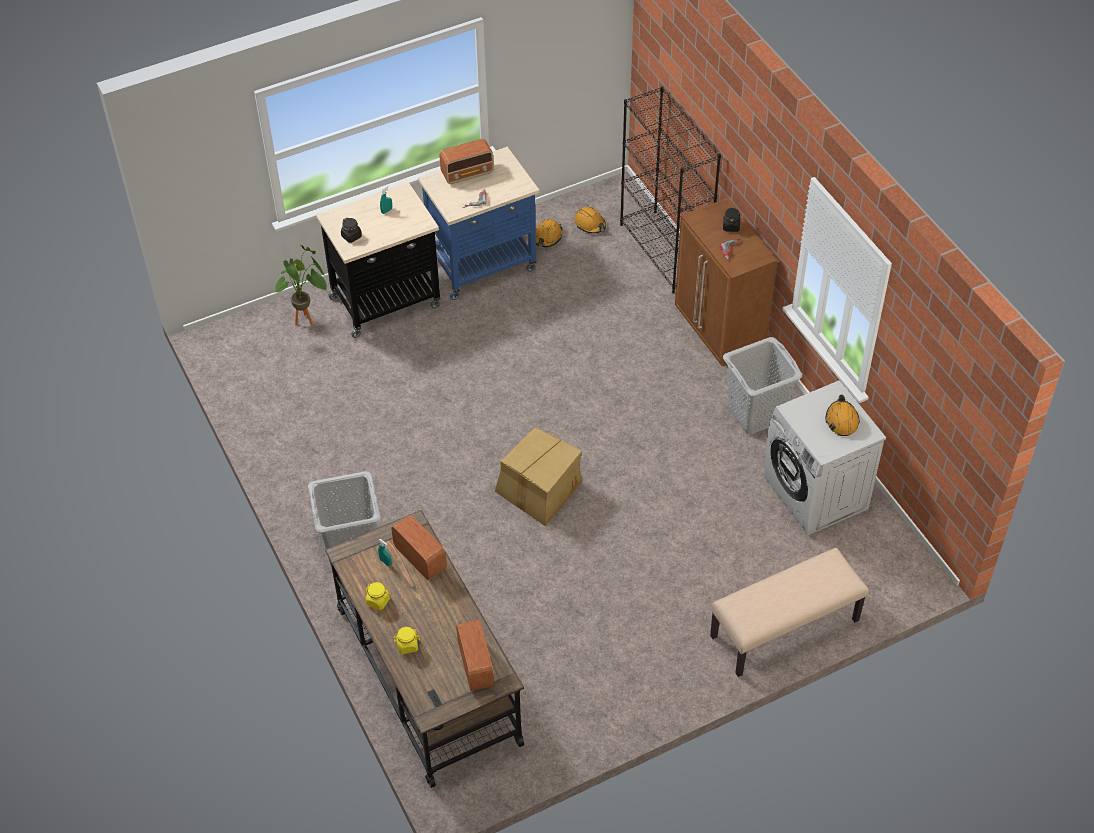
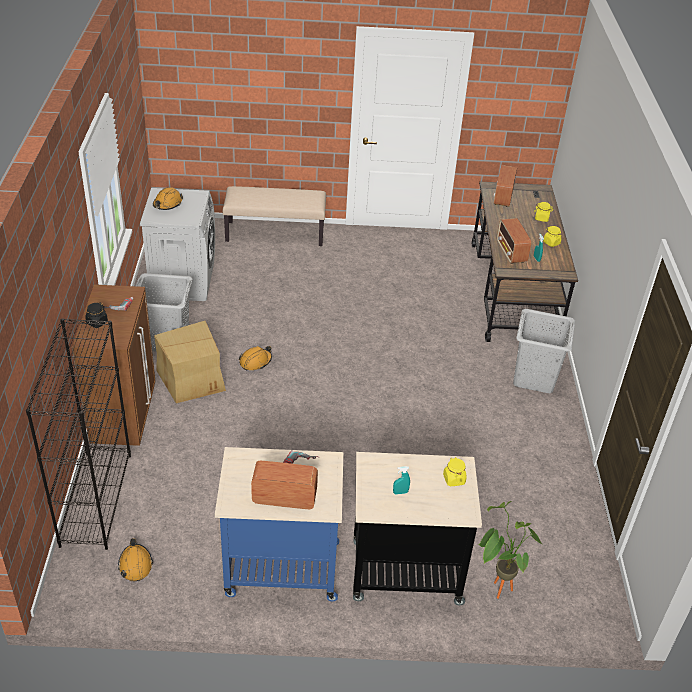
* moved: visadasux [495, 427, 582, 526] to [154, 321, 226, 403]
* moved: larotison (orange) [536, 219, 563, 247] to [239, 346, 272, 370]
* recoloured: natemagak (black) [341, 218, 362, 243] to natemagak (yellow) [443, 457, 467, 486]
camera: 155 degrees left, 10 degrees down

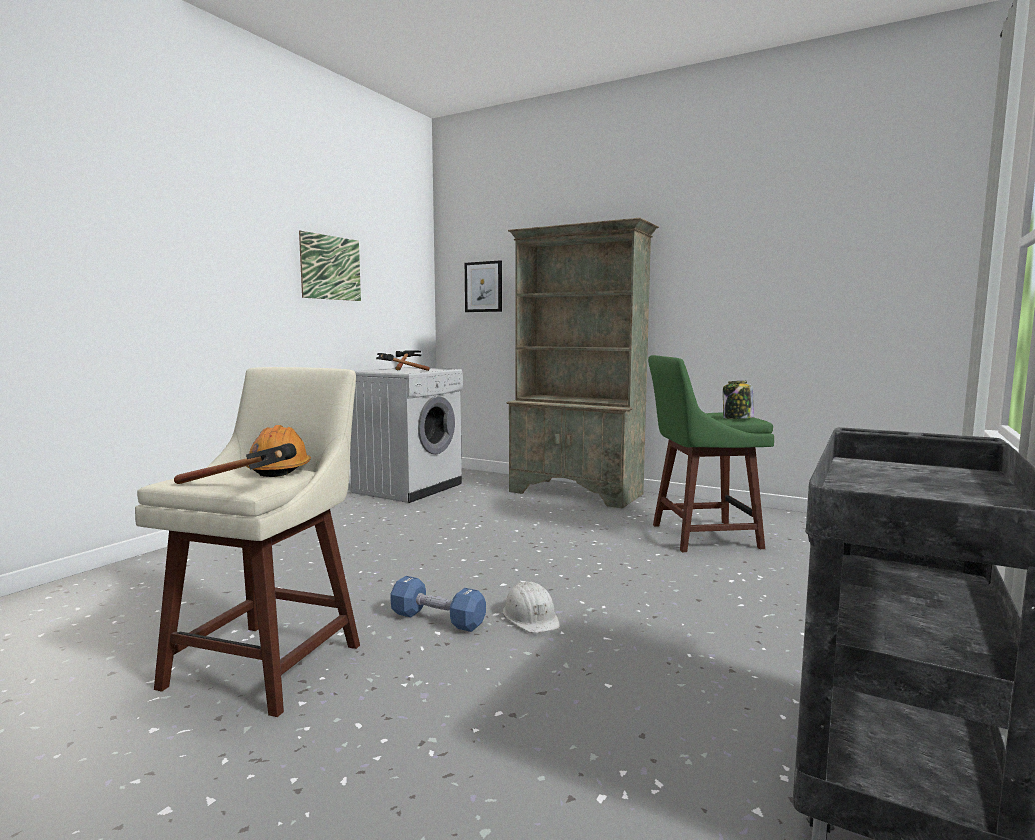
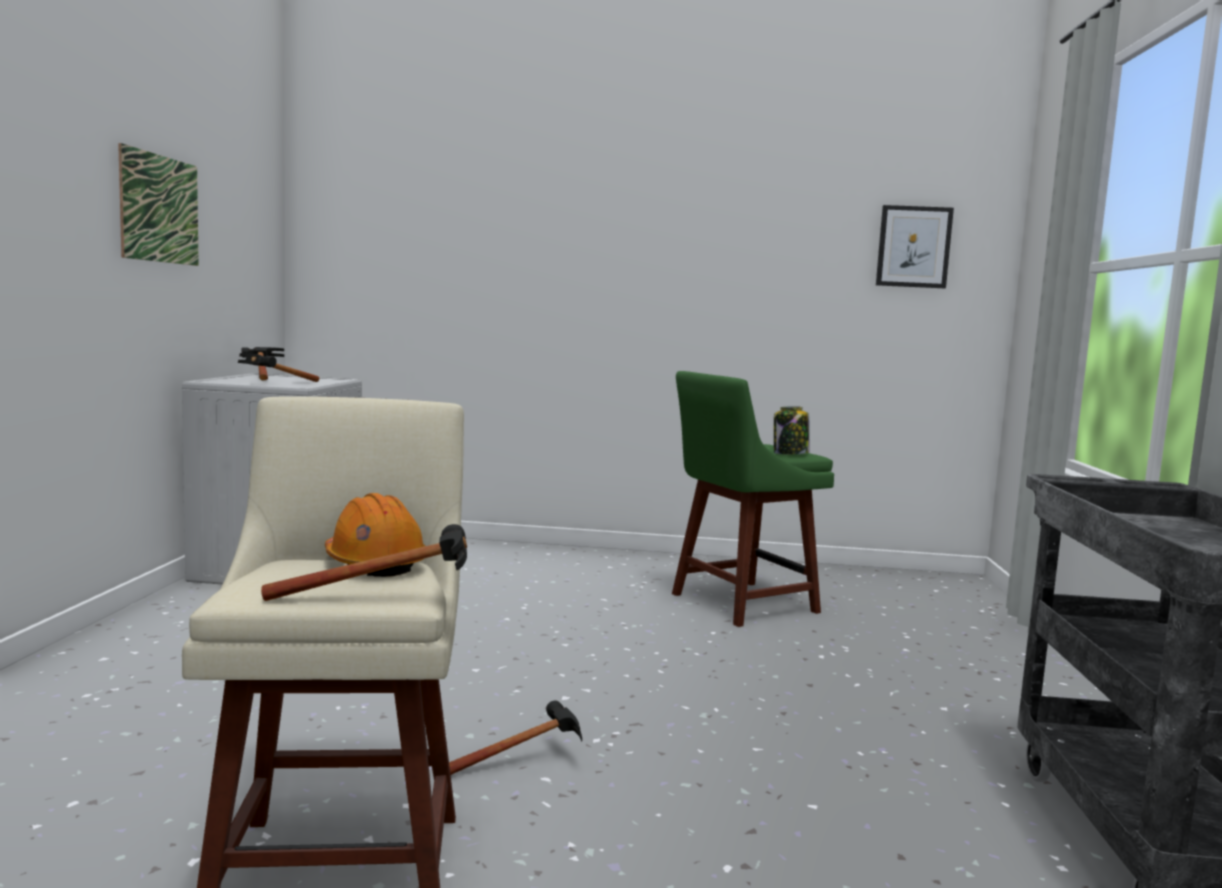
* removed: larotison (white) [503, 581, 560, 633]
* removed: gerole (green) [506, 218, 659, 508]
* moved: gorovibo [465, 260, 502, 312] to [876, 205, 954, 288]
* replaced: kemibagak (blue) [390, 576, 486, 632] to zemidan [449, 701, 582, 775]
camera: 25 degrees left, 0 degrees up

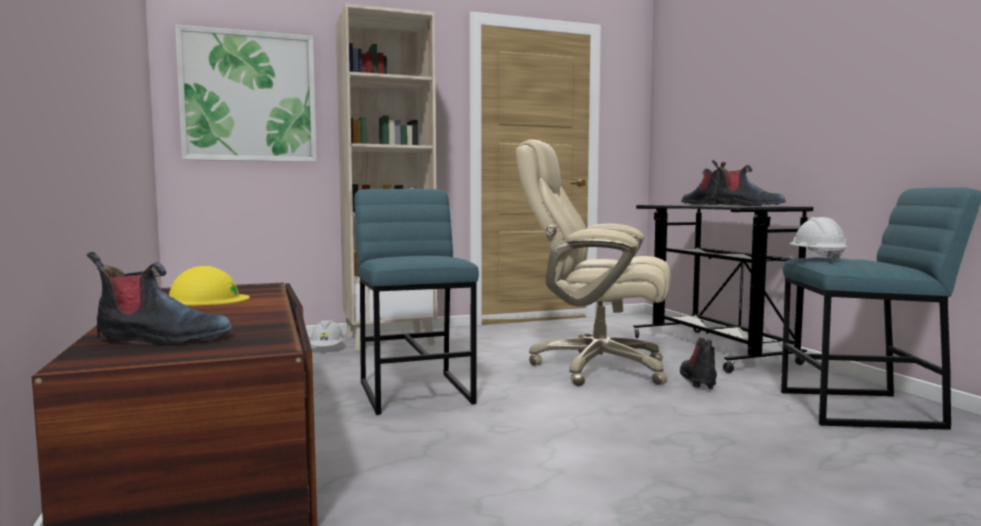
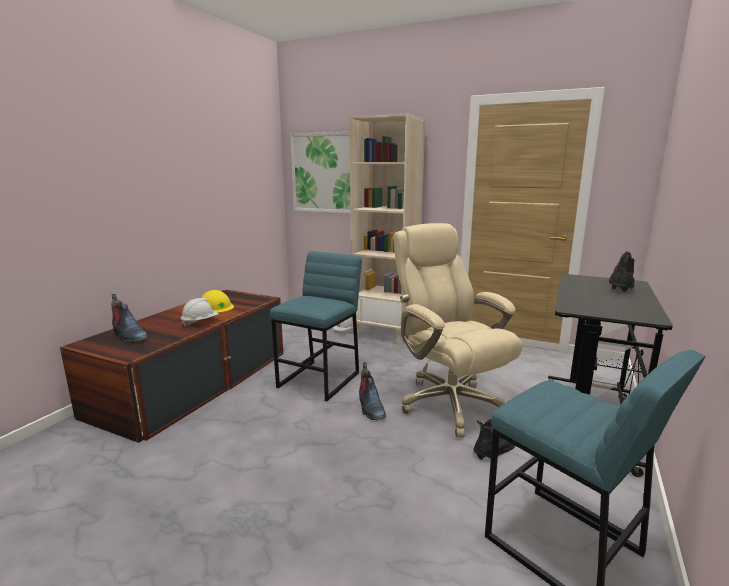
* moved: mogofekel [712, 160, 786, 206] to [359, 362, 386, 420]
* moved: larotison (white) [789, 217, 848, 261] to [181, 298, 219, 327]
camera: 45 degrees right, 10 degrees up

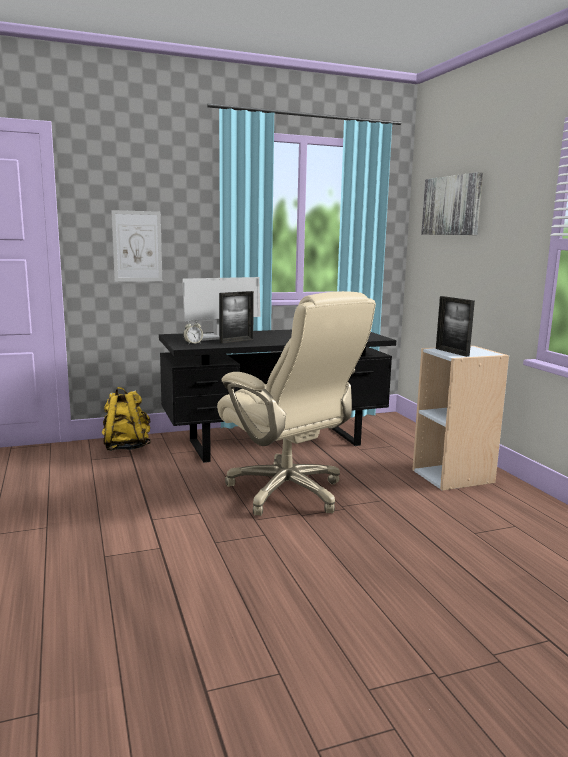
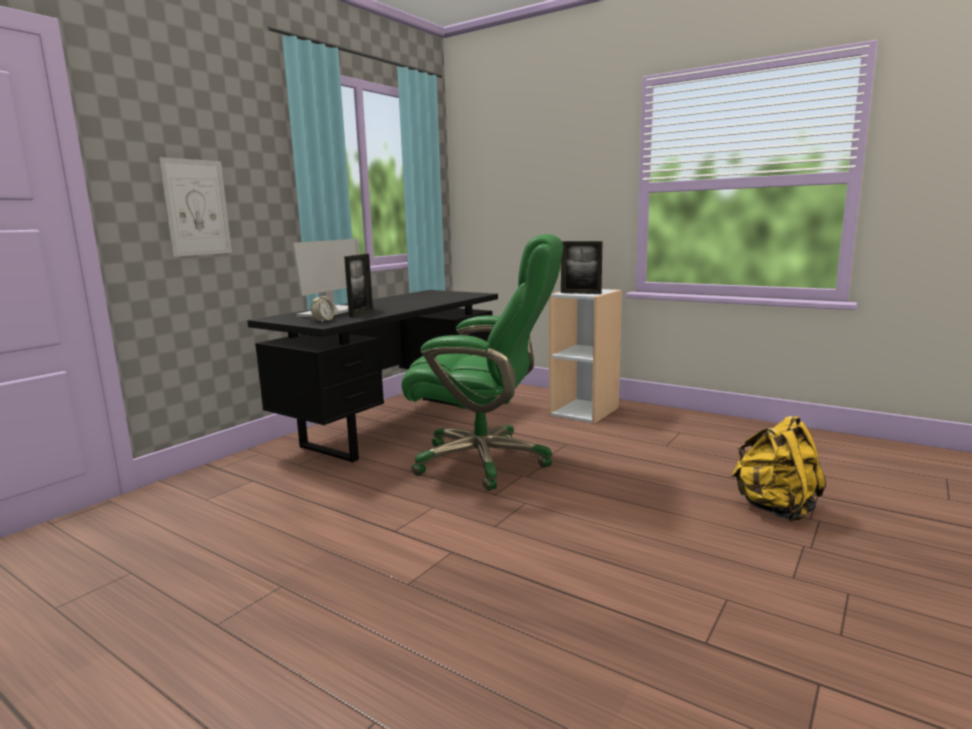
* removed: gorovibo [421, 172, 483, 235]
* moved: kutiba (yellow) [102, 387, 151, 451] to [730, 416, 826, 522]
* recoloured: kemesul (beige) [217, 291, 376, 516] to kemesul (green) [401, 234, 563, 491]
camera: 35 degrees left, 0 degrees up

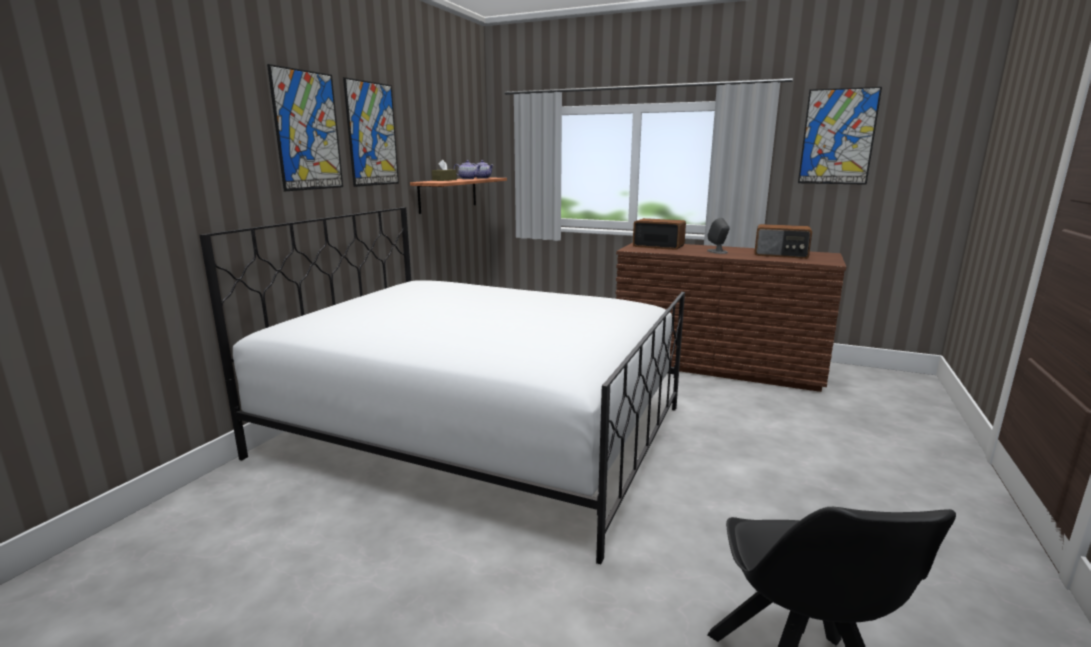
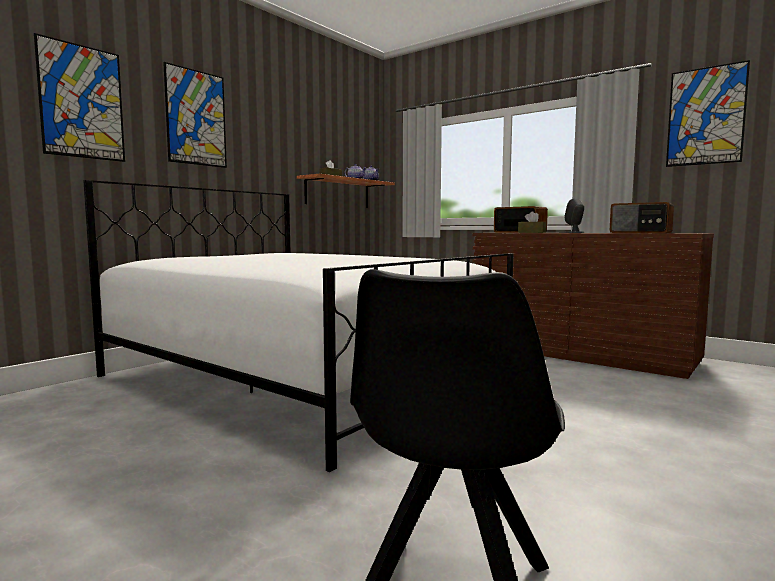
* added: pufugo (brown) [518, 211, 546, 233]
* moved: gorovibo [343, 77, 399, 187] to [34, 33, 125, 162]
camera: 15 degrees right, 10 degrees down

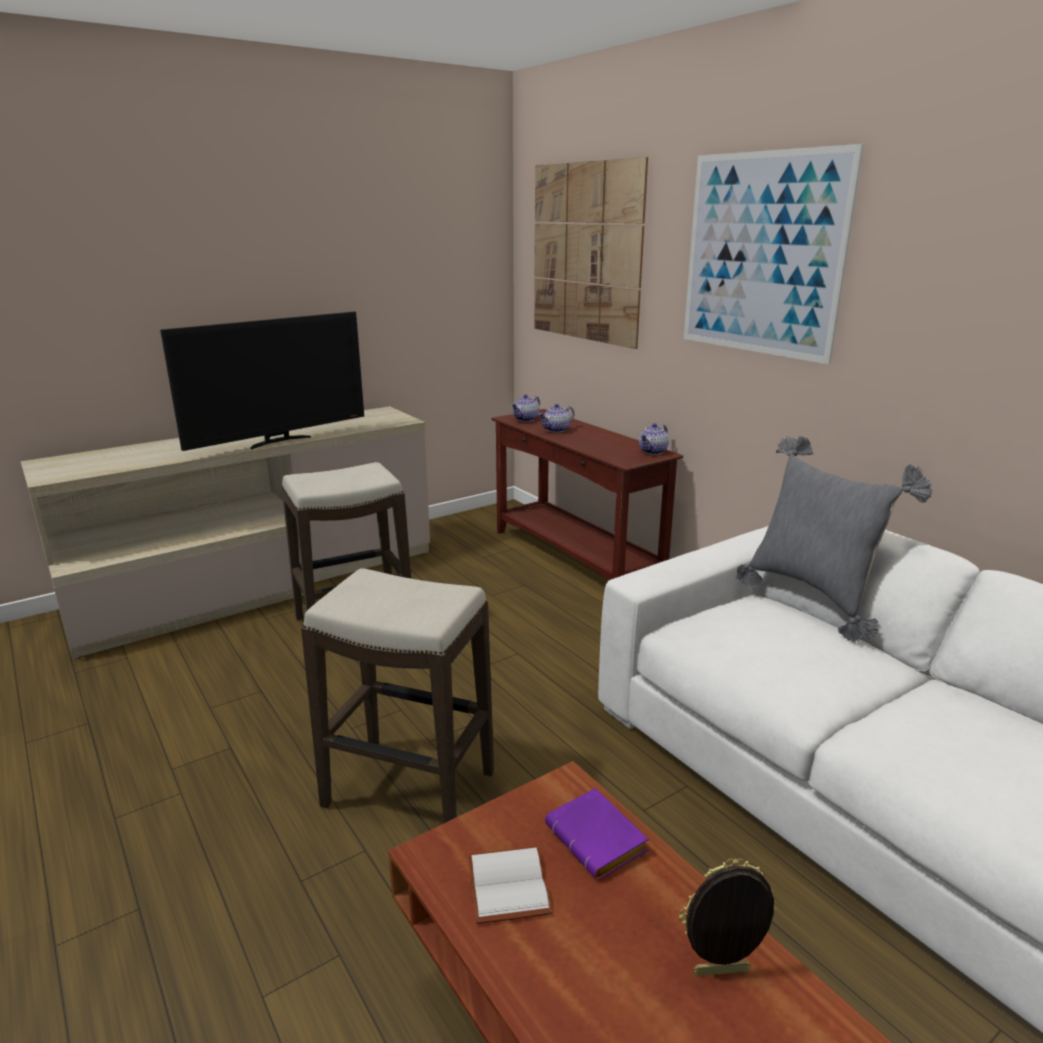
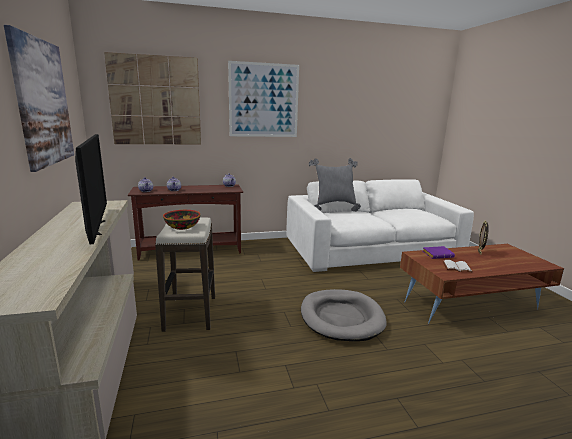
* added: gorovibo [4, 25, 74, 172]
* added: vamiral [163, 210, 200, 230]
* replaced: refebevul [301, 568, 494, 823] to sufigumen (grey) [301, 289, 387, 341]
camera: 70 degrees left, 5 degrees down

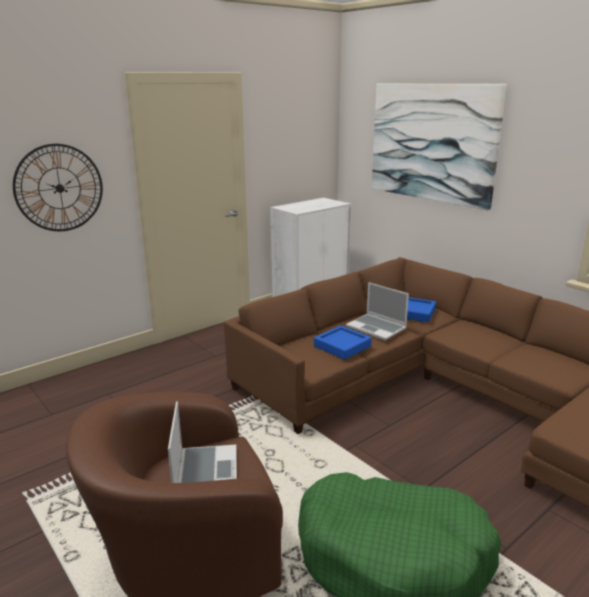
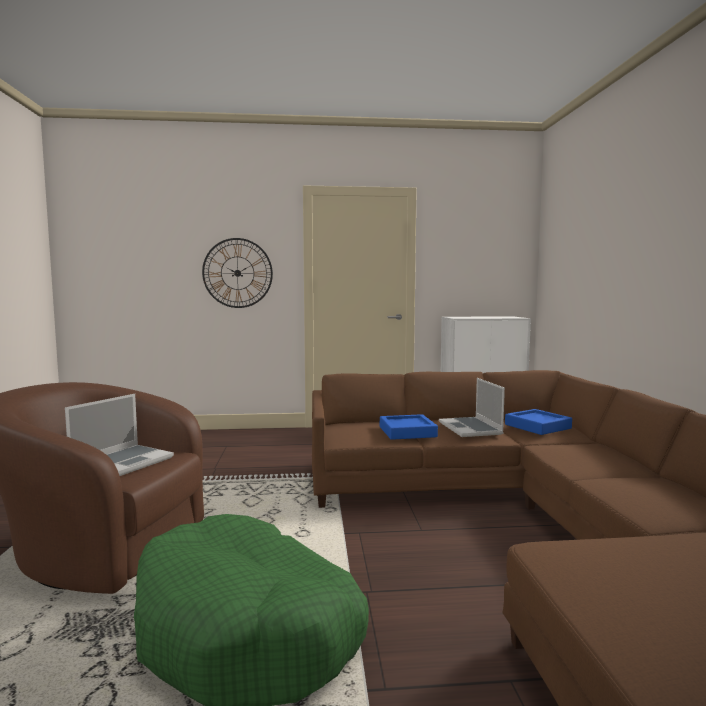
* removed: gorovibo [372, 83, 507, 210]
camera: 35 degrees right, 15 degrees down

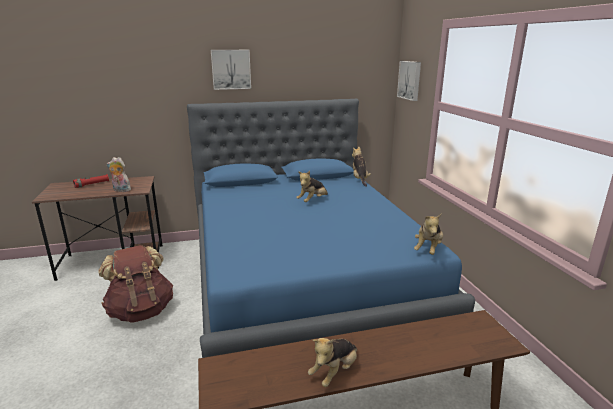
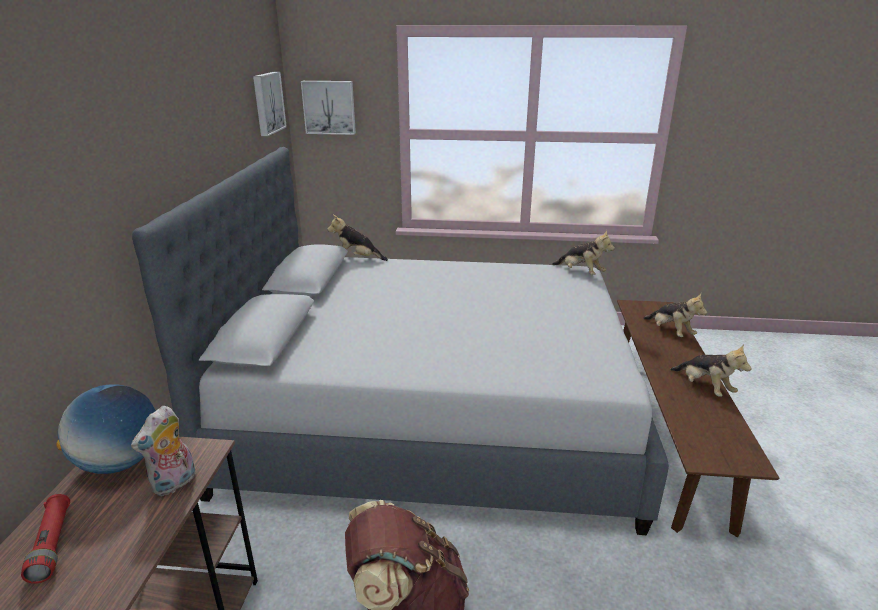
* added: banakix [56, 384, 156, 474]
* moved: gorovibo [211, 50, 251, 90] to [253, 72, 287, 136]
* moved: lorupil [296, 171, 328, 202] to [643, 293, 707, 337]
* recoloured: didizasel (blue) [187, 99, 475, 358] to didizasel (grey) [132, 147, 669, 535]
camera: 70 degrees left, 5 degrees up

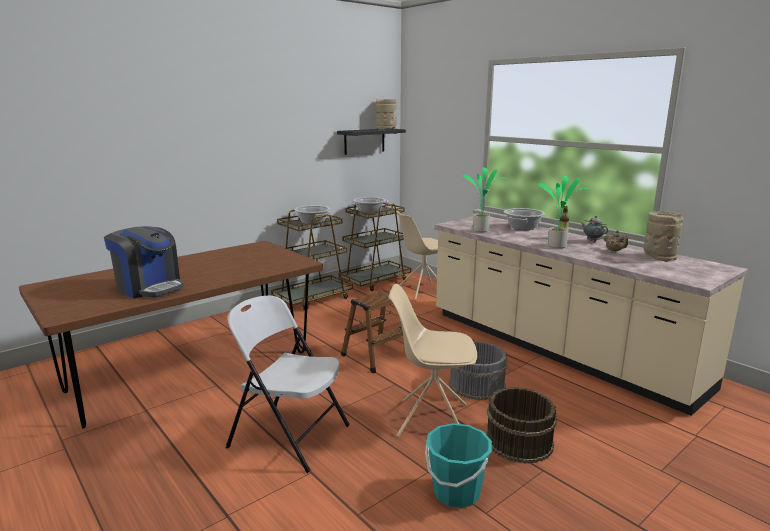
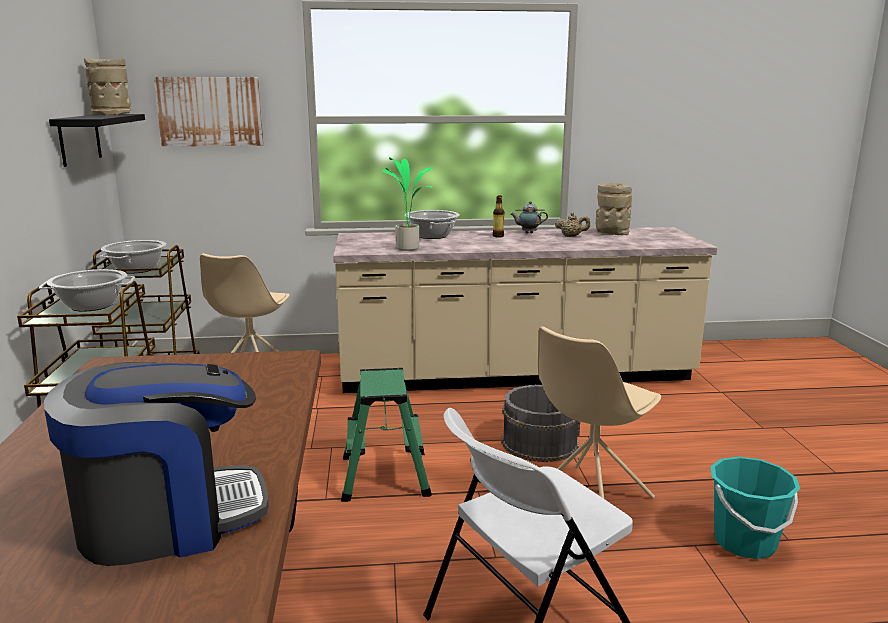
* removed: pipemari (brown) [486, 387, 557, 463]
* removed: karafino [538, 176, 589, 248]
* added: gorovibo [154, 77, 263, 146]
* recoloured: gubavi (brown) [341, 290, 403, 373] to gubavi (green) [341, 368, 432, 502]
camera: 55 degrees left, 0 degrees up

